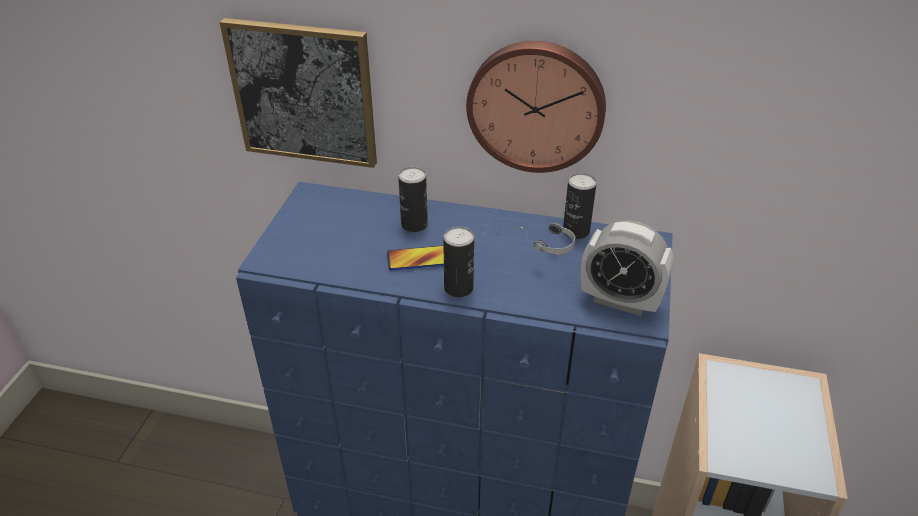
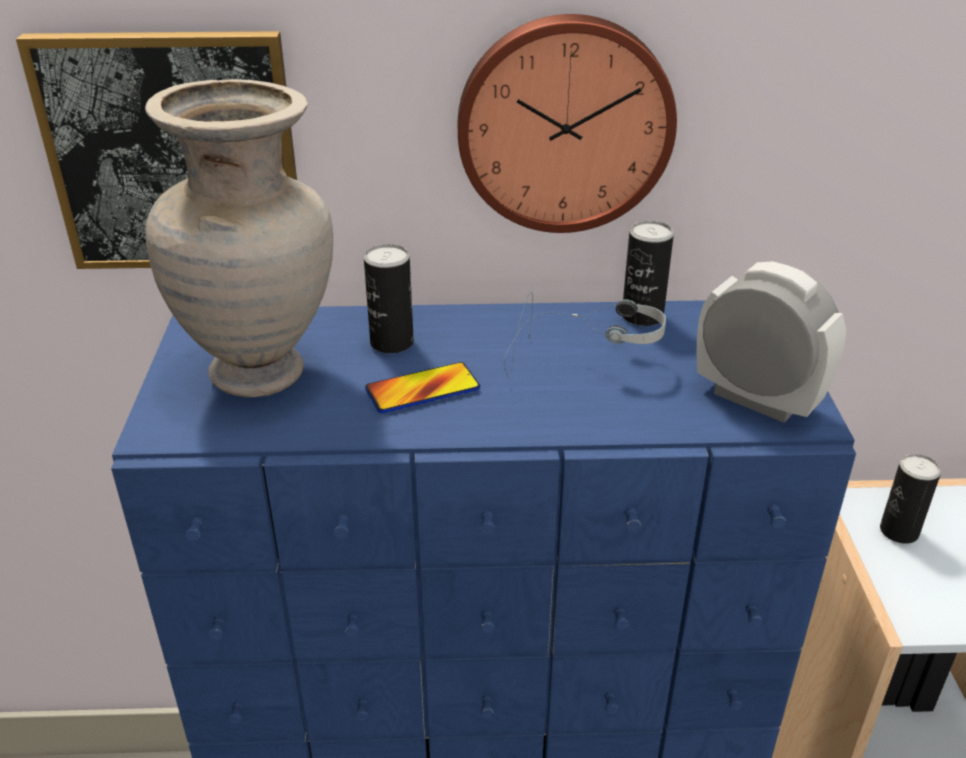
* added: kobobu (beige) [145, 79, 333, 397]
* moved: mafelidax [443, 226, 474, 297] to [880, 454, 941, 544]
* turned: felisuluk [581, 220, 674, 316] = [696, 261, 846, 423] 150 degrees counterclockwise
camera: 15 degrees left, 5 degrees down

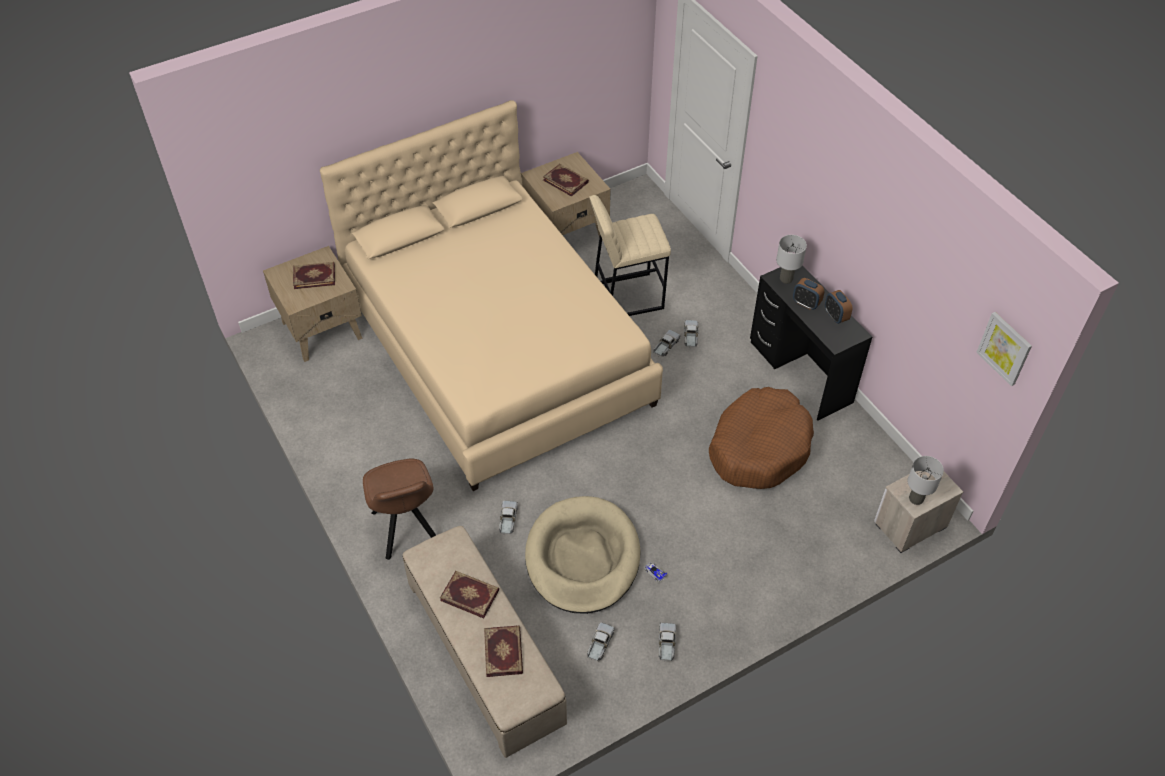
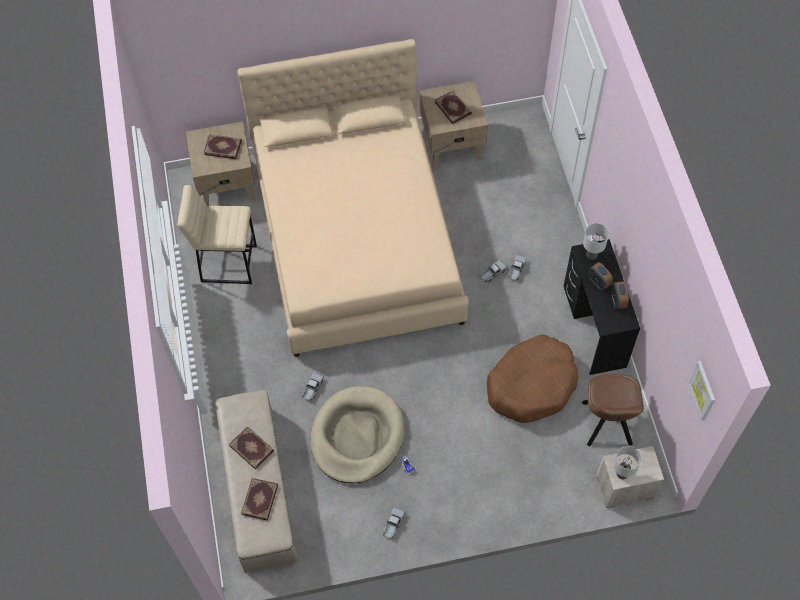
* removed: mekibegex [587, 622, 615, 661]
* moved: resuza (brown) [363, 459, 436, 560] to [582, 374, 644, 447]
* moved: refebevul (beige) [589, 195, 671, 316] to [177, 185, 257, 284]
camera: 20 degrees right, 10 degrees up

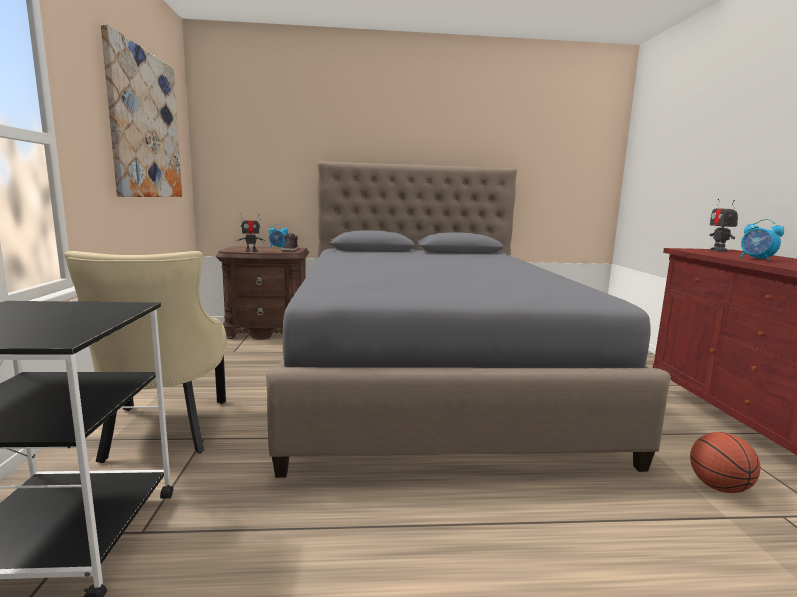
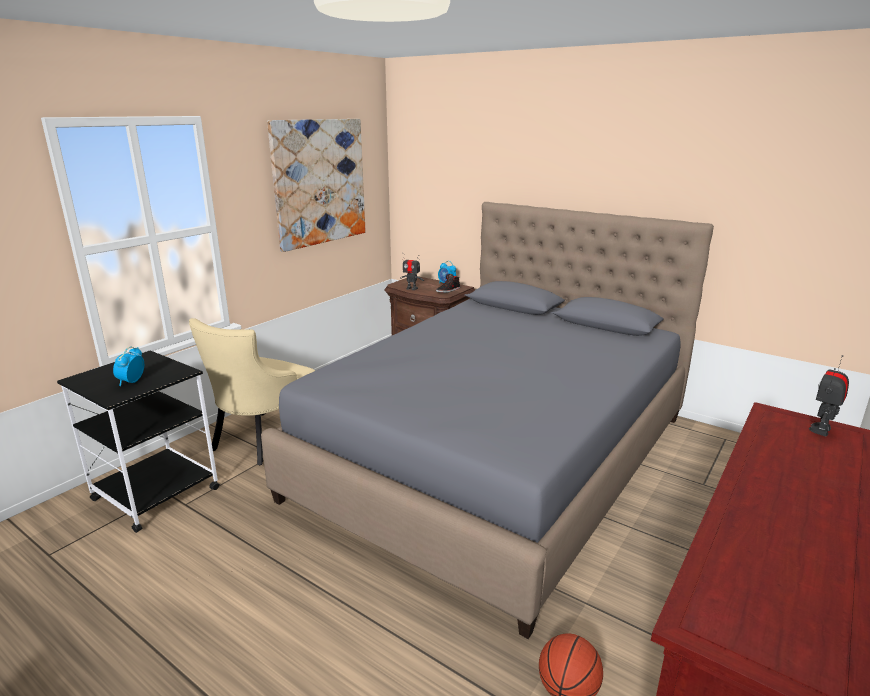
* moved: felisuluk [740, 219, 784, 261] to [113, 346, 144, 386]
camera: 40 degrees right, 10 degrees up

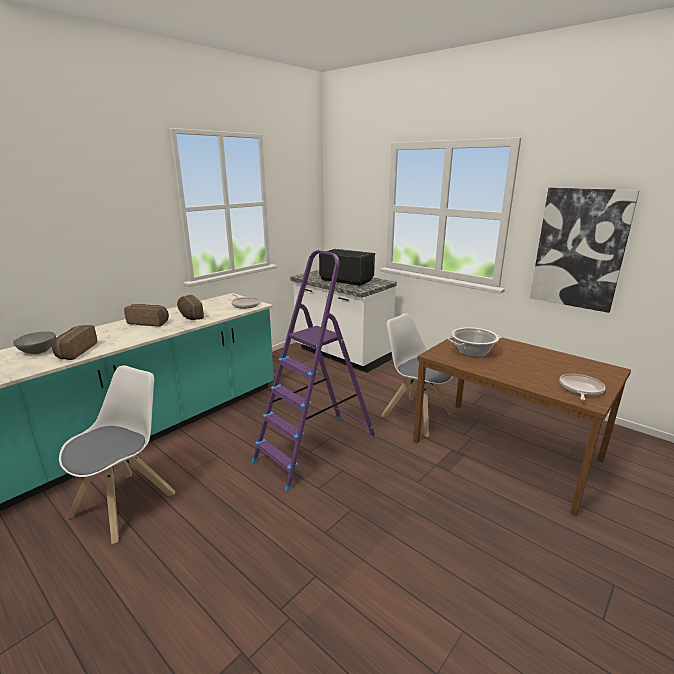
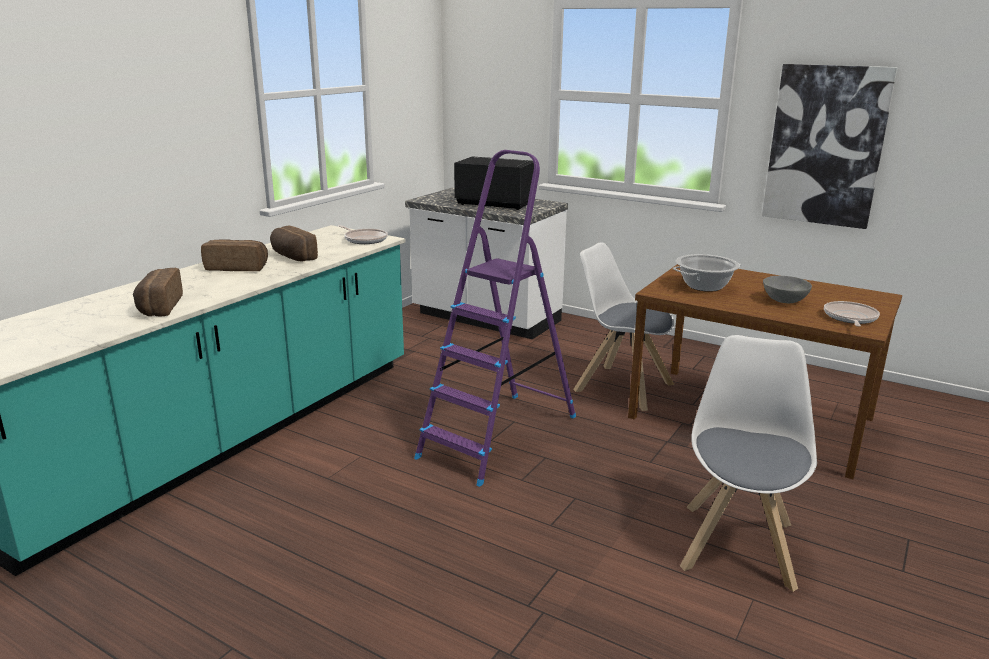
* moved: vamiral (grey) [13, 331, 56, 354] to [763, 276, 812, 303]
* moved: resuza [59, 365, 175, 544] to [680, 335, 817, 592]
camera: 10 degrees left, 0 degrees up

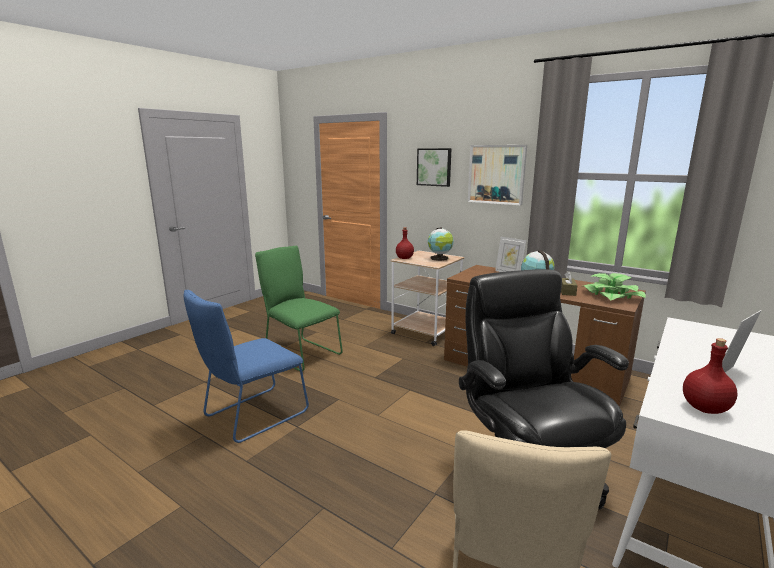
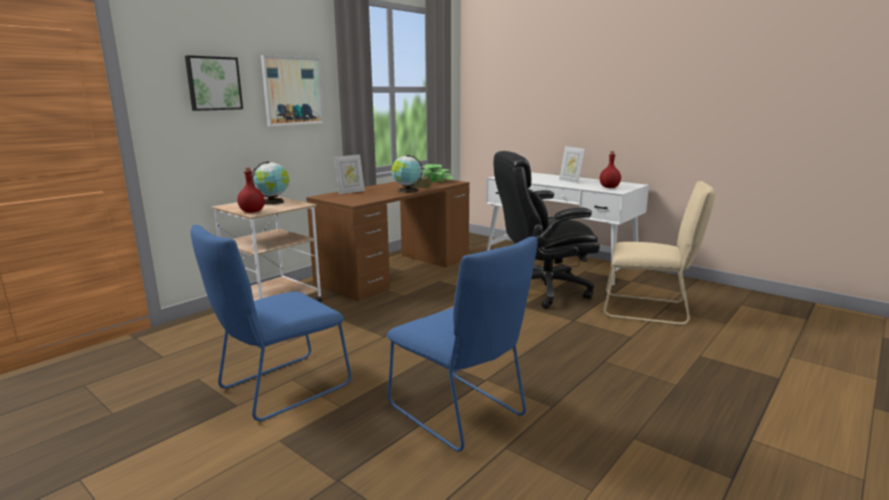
* recoloured: resuza (green) [255, 246, 343, 371] to resuza (blue) [191, 225, 351, 421]
camera: 85 degrees left, 0 degrees up

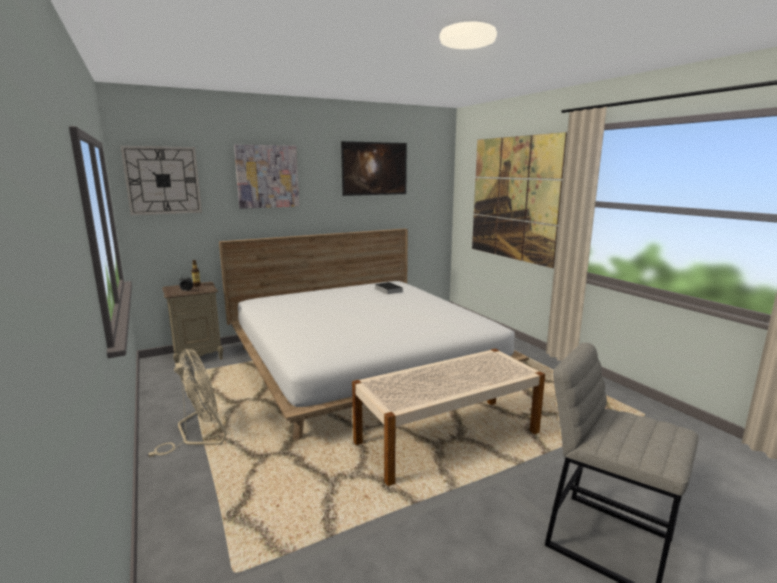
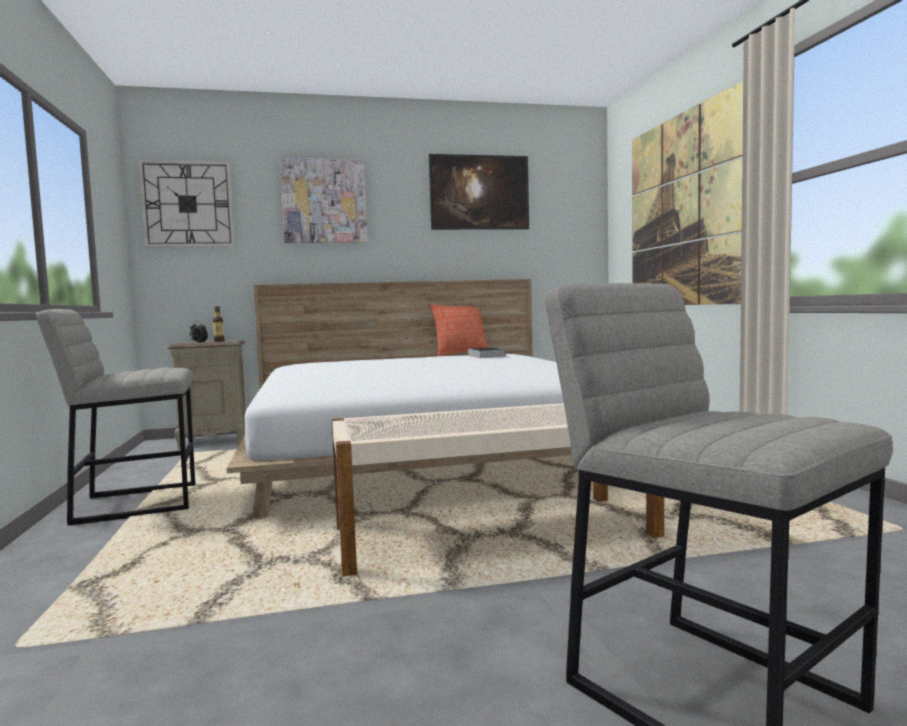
* added: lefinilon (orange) [430, 303, 488, 356]
* replaced: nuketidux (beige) [147, 349, 226, 457] to resuza (grey) [36, 309, 195, 526]
camera: 15 degrees right, 10 degrees down

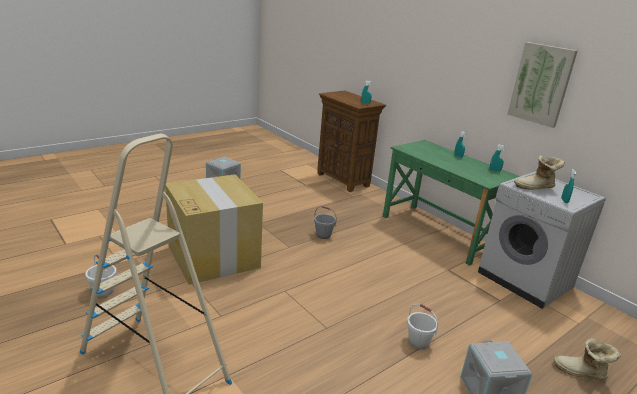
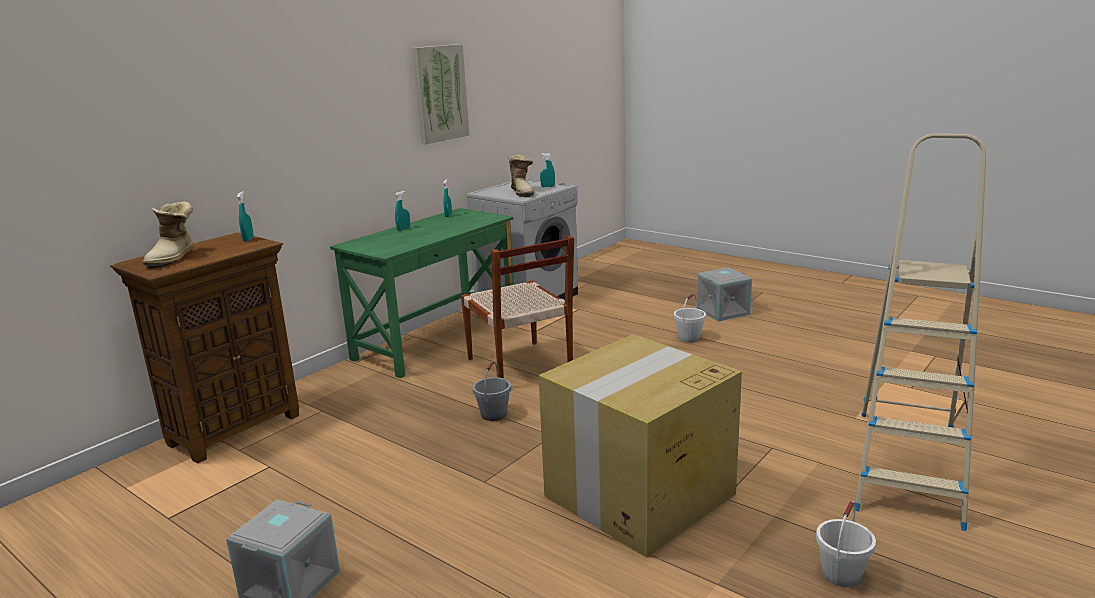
* added: resuza [461, 236, 574, 378]
* moved: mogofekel [554, 338, 621, 380] to [142, 201, 194, 268]
camera: 100 degrees left, 5 degrees down

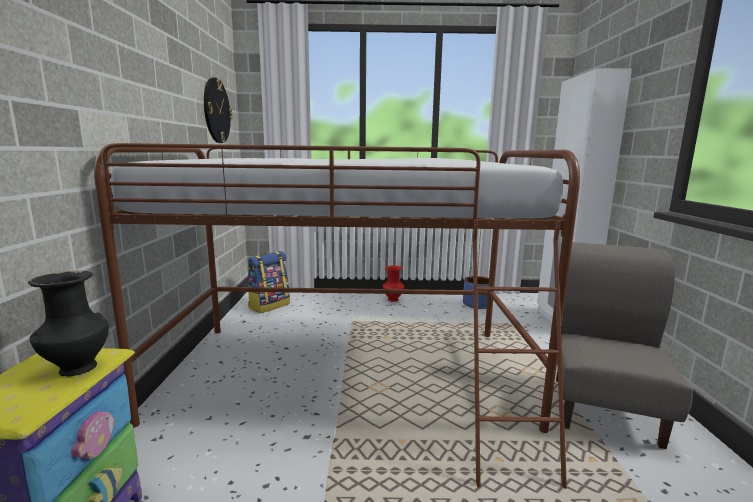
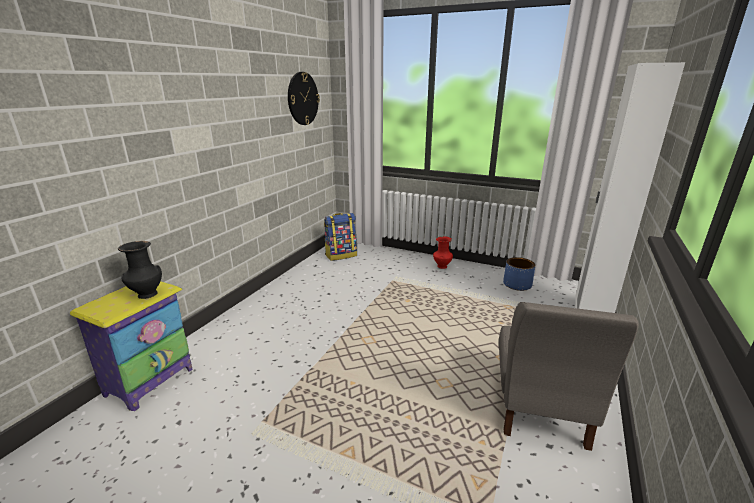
* removed: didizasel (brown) [94, 143, 580, 489]
* turned: resuza (grey) [556, 242, 693, 449] = [499, 302, 639, 451] 150 degrees clockwise
camera: 25 degrees right, 10 degrees up

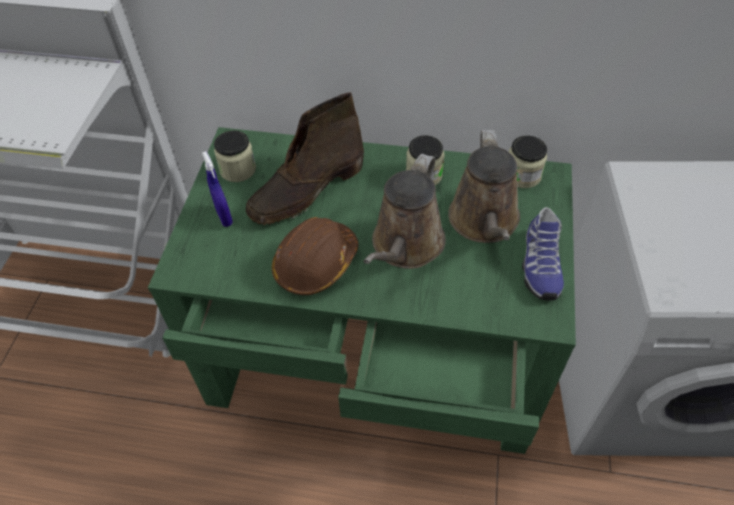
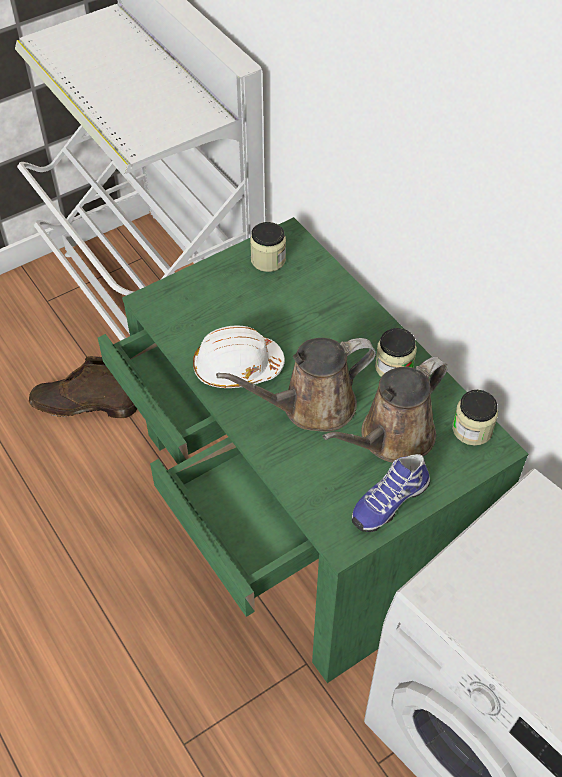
* removed: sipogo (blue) [202, 151, 233, 227]
* moved: mogofekel (brown) [246, 92, 364, 225] to [29, 356, 137, 418]
* recoloured: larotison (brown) [272, 217, 358, 295] to larotison (white) [193, 325, 285, 388]
camera: 45 degrees right, 0 degrees up

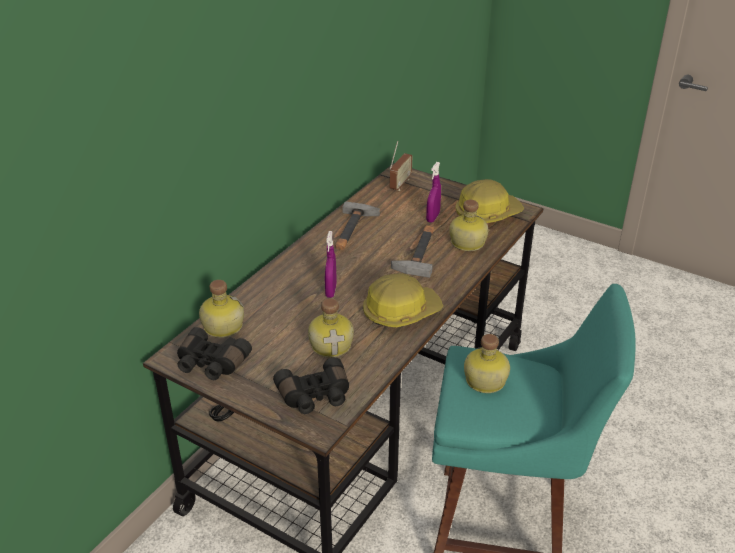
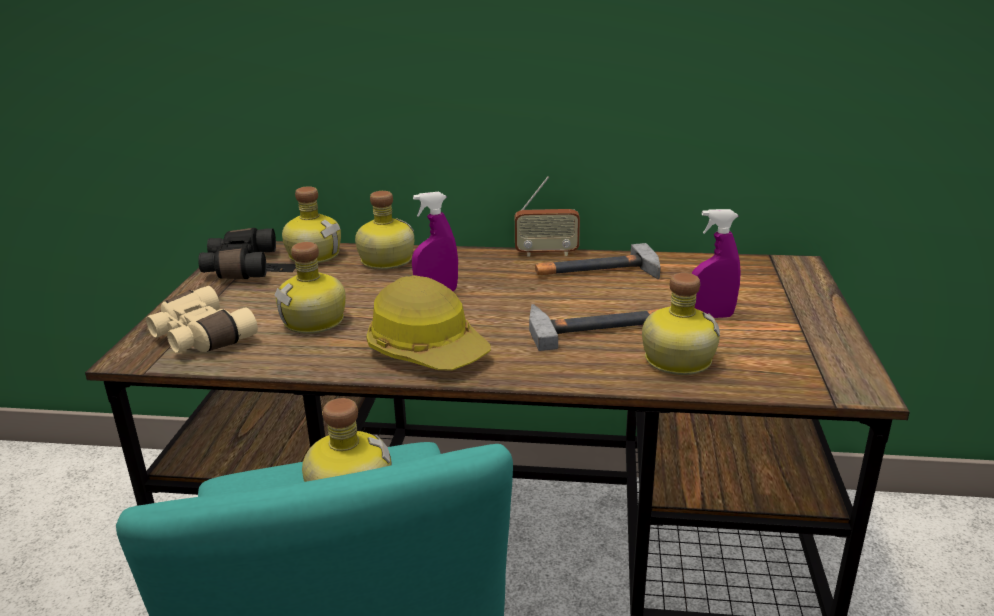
* removed: larotison [455, 179, 524, 223]
* added: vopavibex [355, 191, 414, 269]
* moved: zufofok [389, 141, 412, 191] to [515, 176, 580, 257]
* recoloured: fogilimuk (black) [273, 357, 349, 414] to fogilimuk (beige) [146, 286, 258, 353]
camera: 65 degrees right, 10 degrees down

